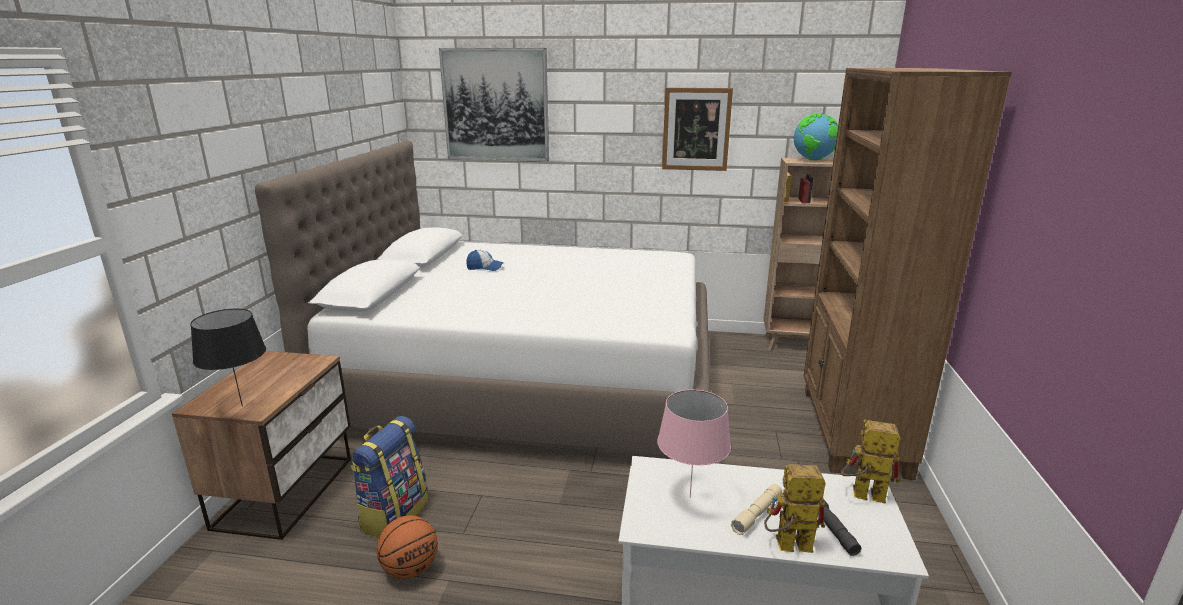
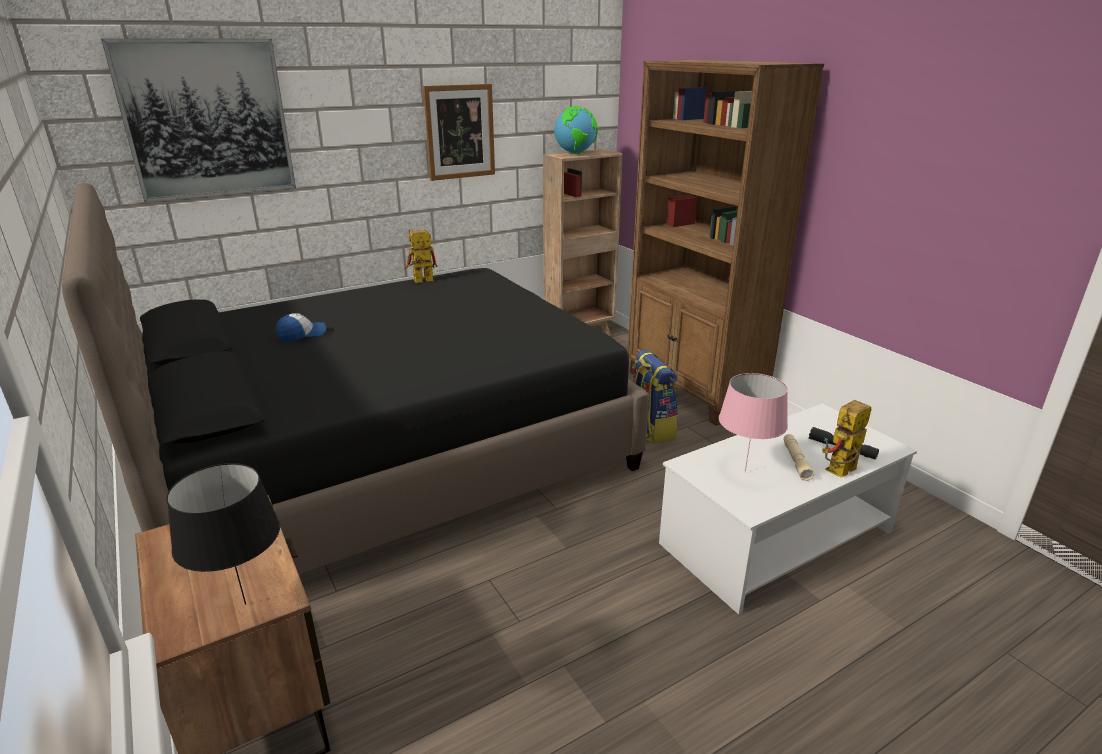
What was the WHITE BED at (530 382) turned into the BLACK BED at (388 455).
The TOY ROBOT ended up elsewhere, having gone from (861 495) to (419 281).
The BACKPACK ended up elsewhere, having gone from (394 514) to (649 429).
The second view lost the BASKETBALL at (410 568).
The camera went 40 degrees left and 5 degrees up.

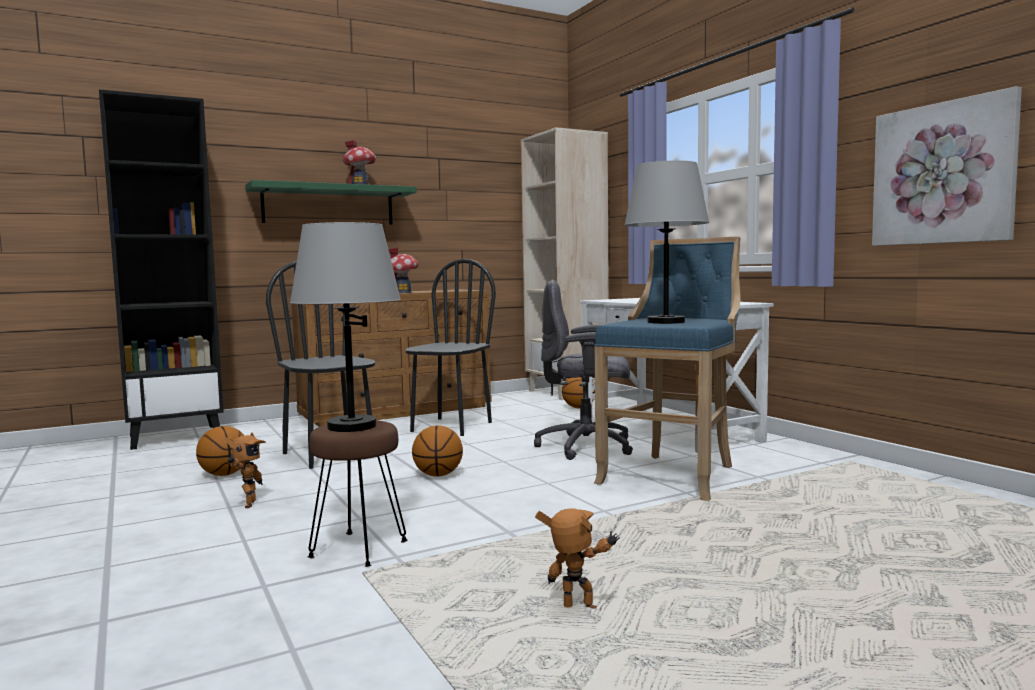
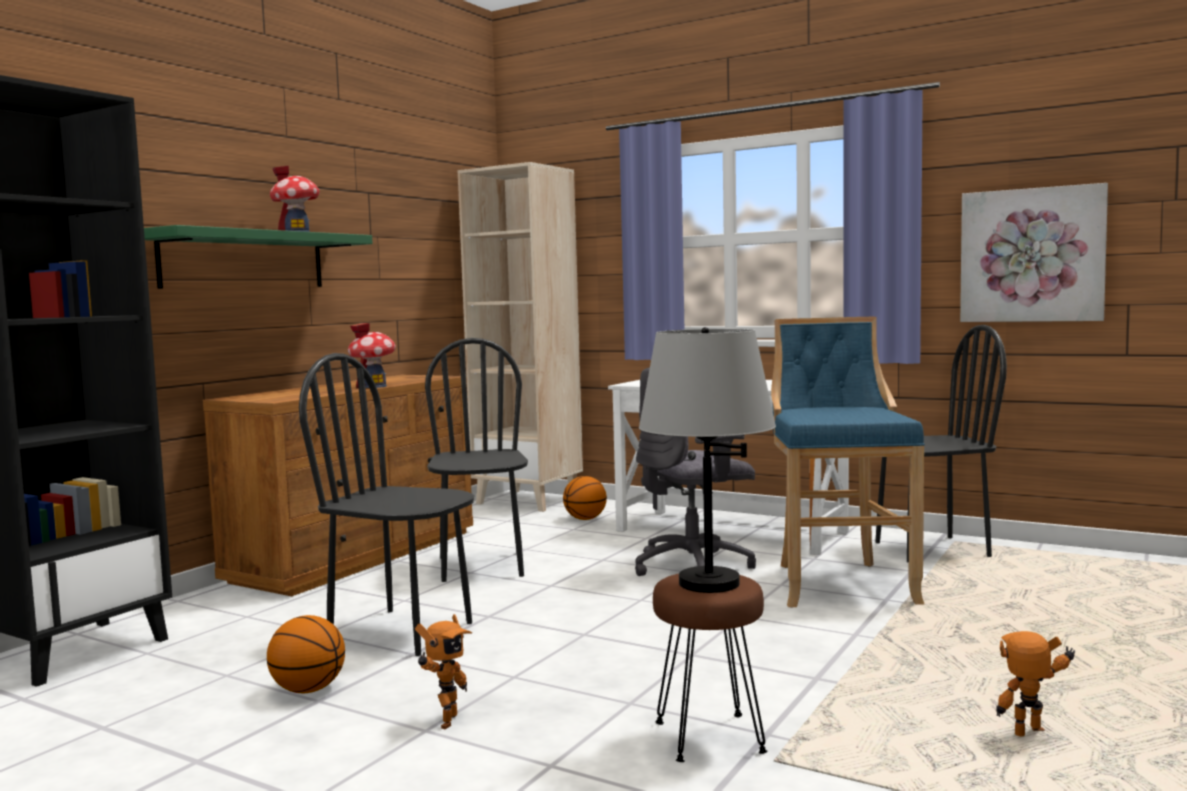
The TOY ROBOT at (246 504) ended up facing another way, 45 degrees clockwise from before.
The second view gained the BLACK CHAIR at (931 549).
The second view lost the BASKETBALL at (438 475).
The second view lost the GREY TABLE LAMP at (665 322).
The camera went 30 degrees left and 0 degrees up.

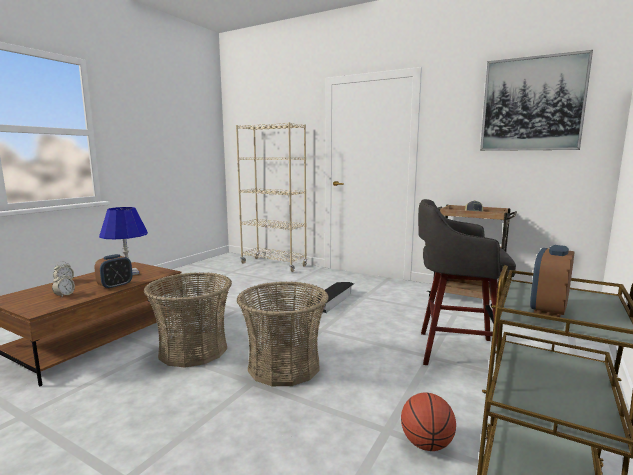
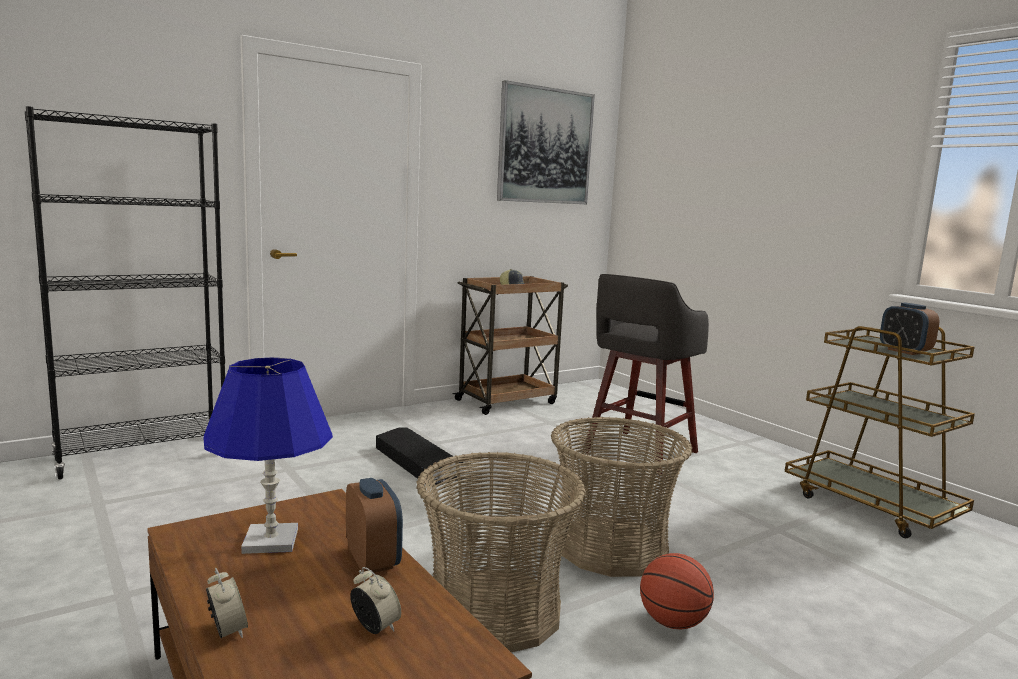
What was the BEIGE BOOKCASE at (273 265) turned into the BLACK BOOKCASE at (143 456).
The BASKETBALL ended up elsewhere, having gone from (426 444) to (672 623).
The camera went 65 degrees left and 0 degrees up.

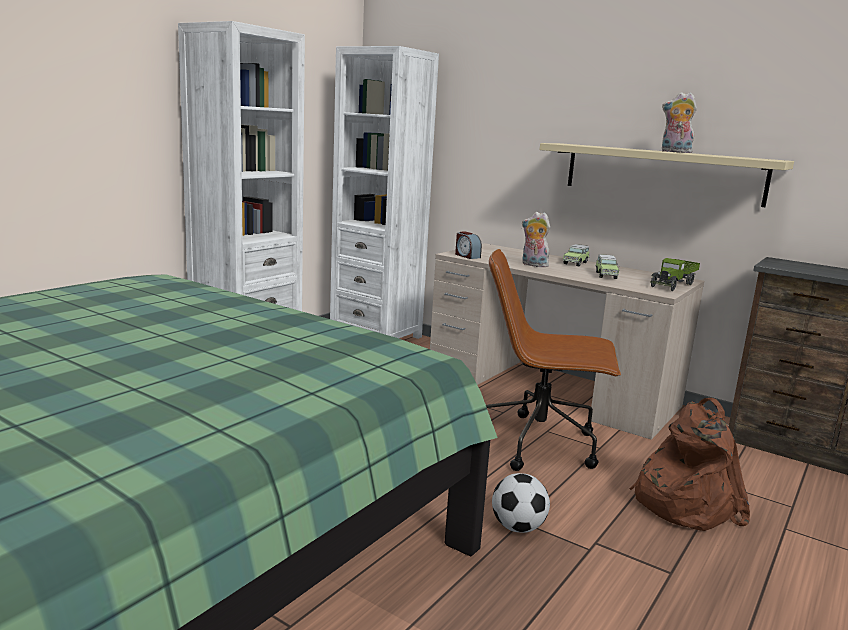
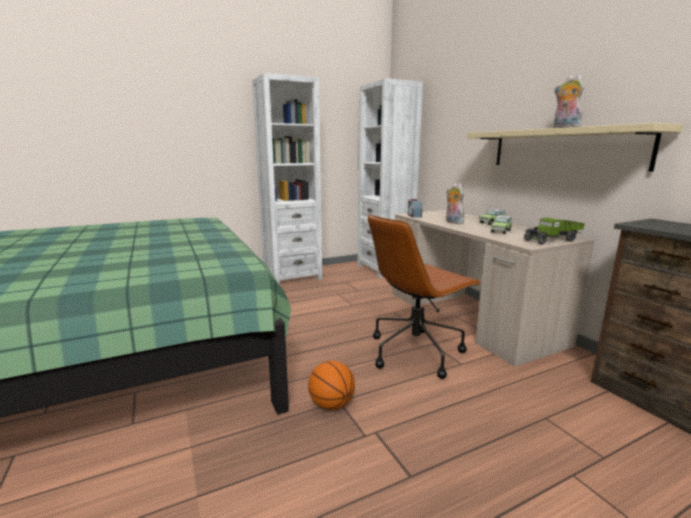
Where the FOOTBALL stood at (518 527), the BASKETBALL came to stand at (331 404).
The BROWN OFFICE CHAIR at (539 443) ended up facing another way, 75 degrees counterclockwise from before.
The second view lost the BROWN BACKPACK at (682 502).
The camera went 30 degrees right and 0 degrees up.

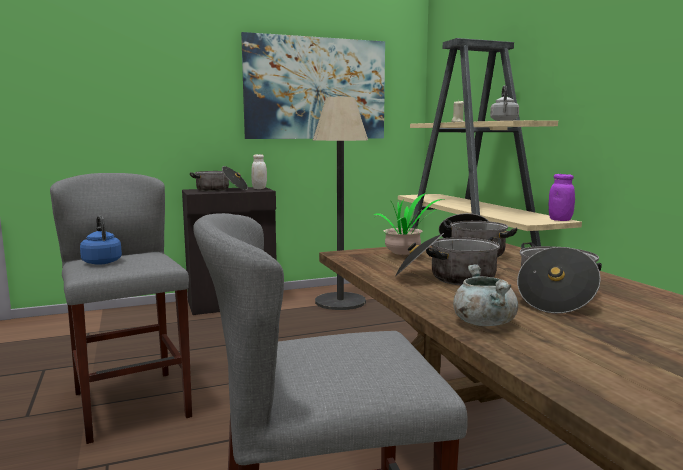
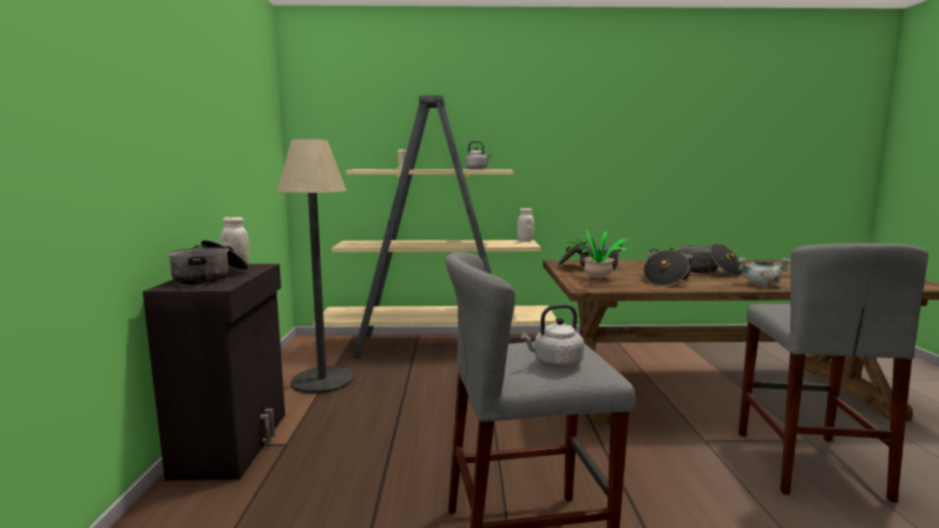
What was the PURPLE JAR at (560 220) turned into the WHITE JAR at (525 241).
What was the BLUE KETTLE at (101 262) turned into the GREY KETTLE at (555 363).
The second view lost the PICTURE at (316 89).
The camera went 70 degrees left and 0 degrees up.

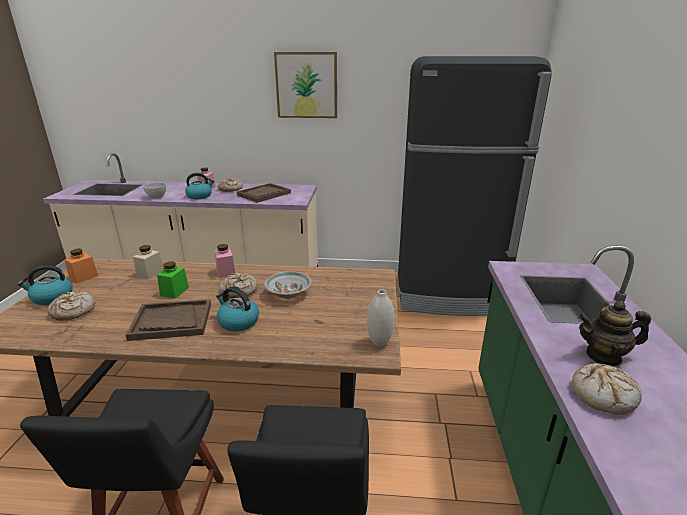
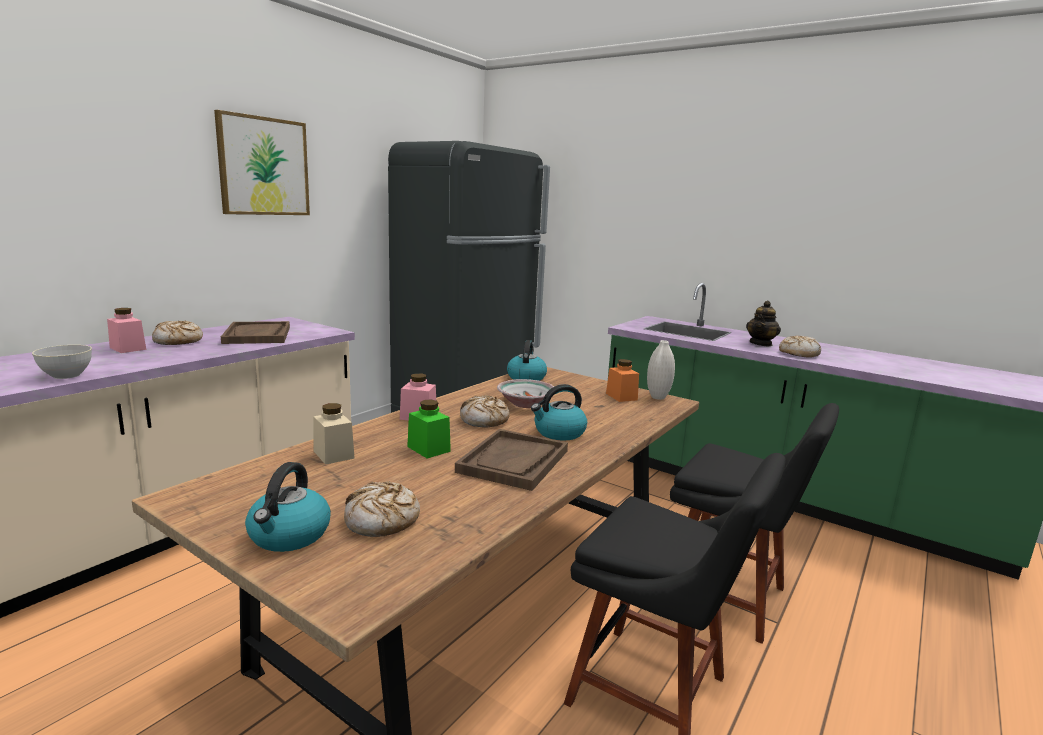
The KETTLE ended up elsewhere, having gone from (200 196) to (526 377).
The ORANGE JAR ended up elsewhere, having gone from (84 277) to (621 396).
The camera went 60 degrees left and 10 degrees down.

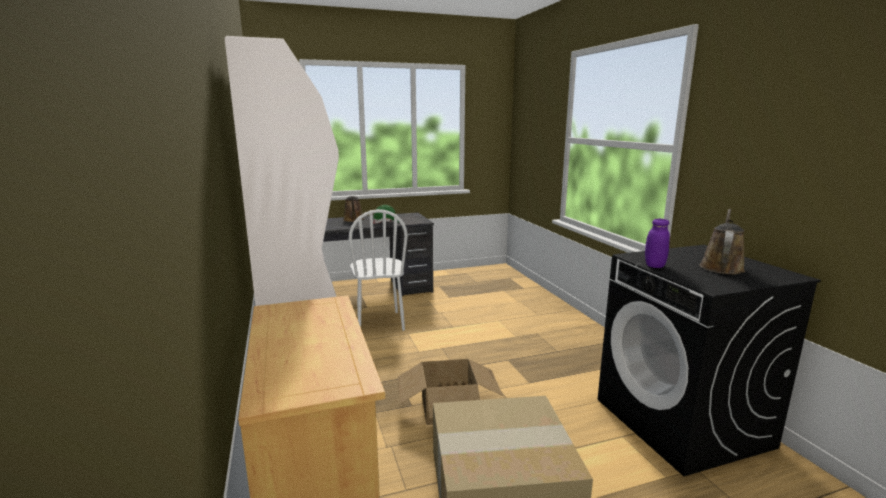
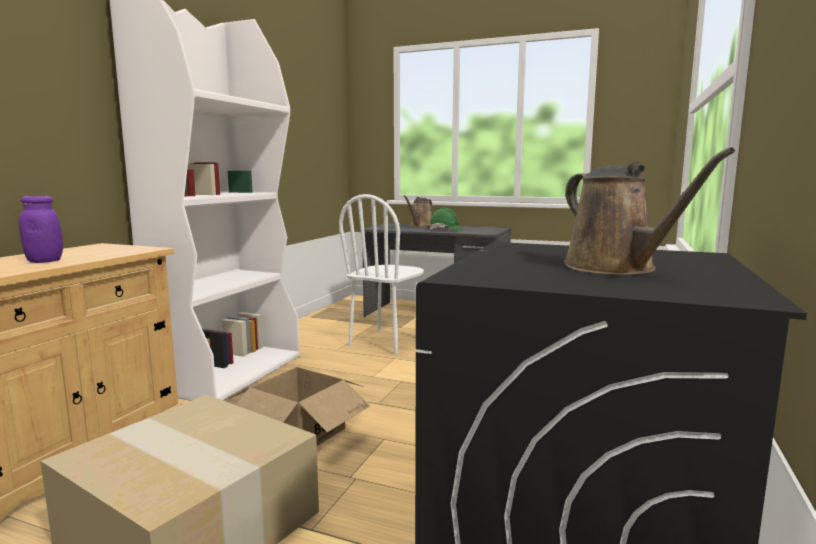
The PURPLE JAR ended up elsewhere, having gone from (654 265) to (44 261).
The BROWN WATERING CAN at (721 267) ended up facing another way, 90 degrees clockwise from before.
The camera went 40 degrees right and 5 degrees down.

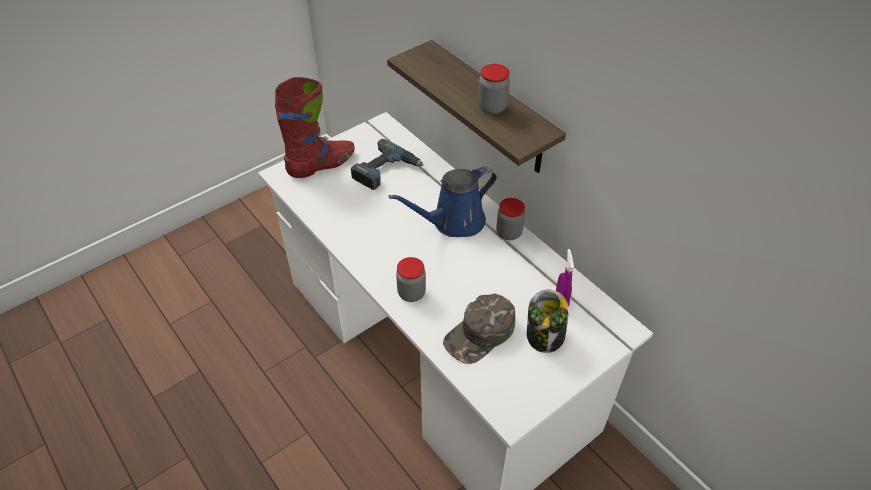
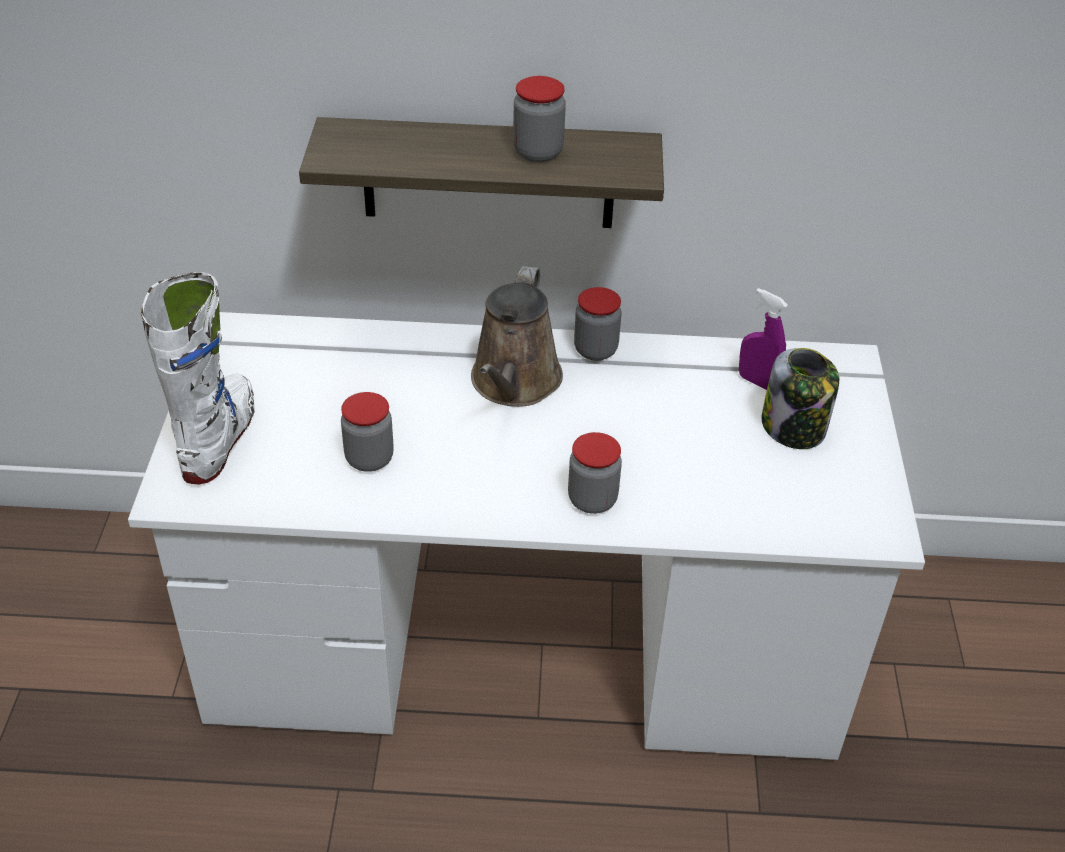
What was the RED BOOT at (321 164) turned into the WHITE BOOT at (219 439).
The second view gained the JAR at (369 459).
What was the BLUE WATERING CAN at (453 222) turned into the BROWN WATERING CAN at (514 383).
The second view lost the POWER DRILL at (386 171).
The second view lost the GREEN CAP at (480 334).
The camera went 50 degrees left and 5 degrees down.

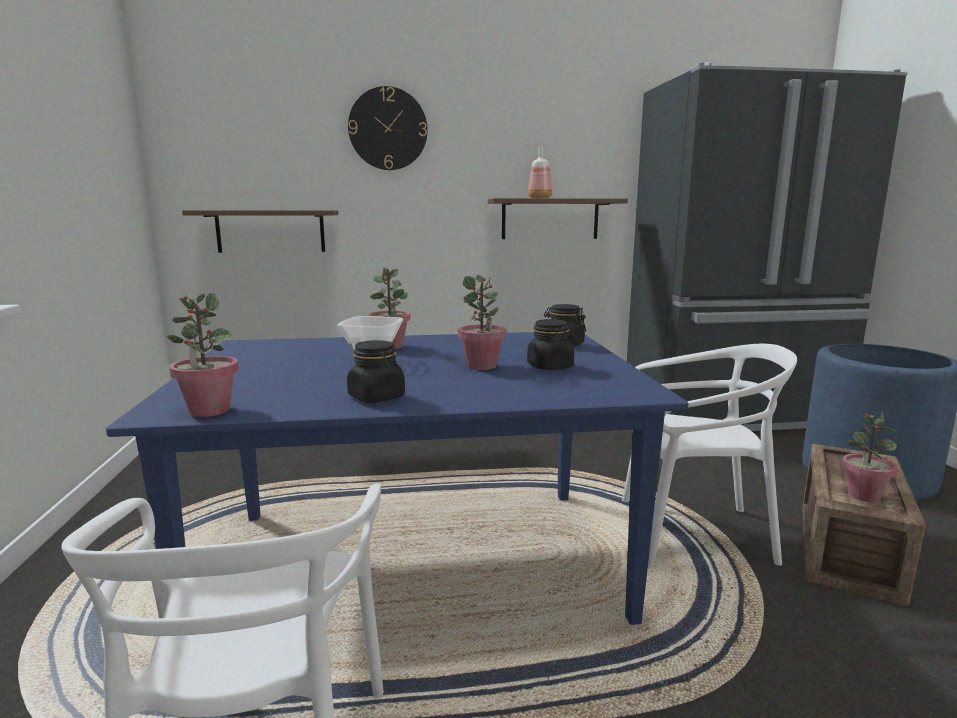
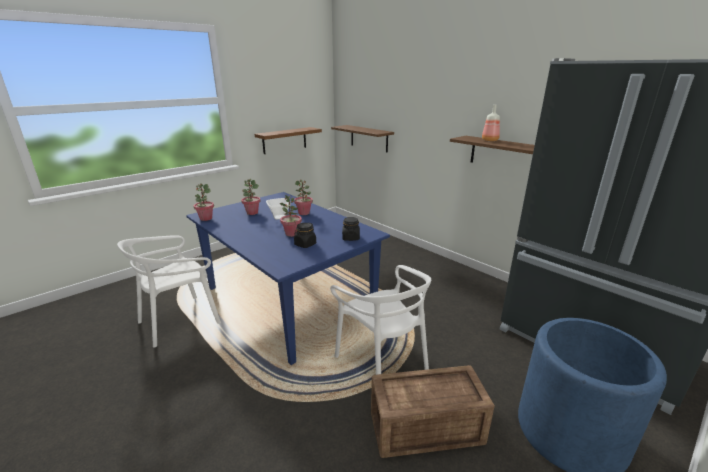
The POTTED PLANT ended up elsewhere, having gone from (863 496) to (252 213).
The second view gained the BROWN SHELF at (284 140).
The second view lost the BLACK JAR at (377 397).
The second view lost the WALL CLOCK at (388 129).
The camera went 55 degrees right and 10 degrees up.

